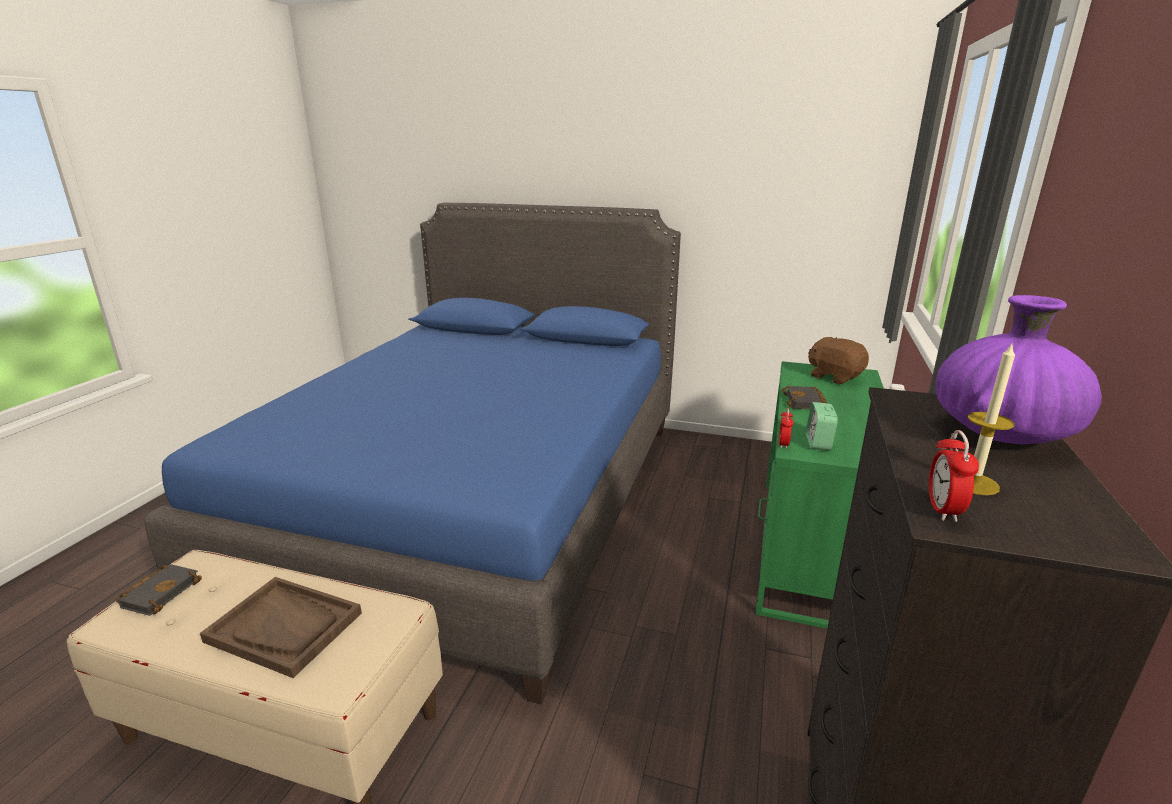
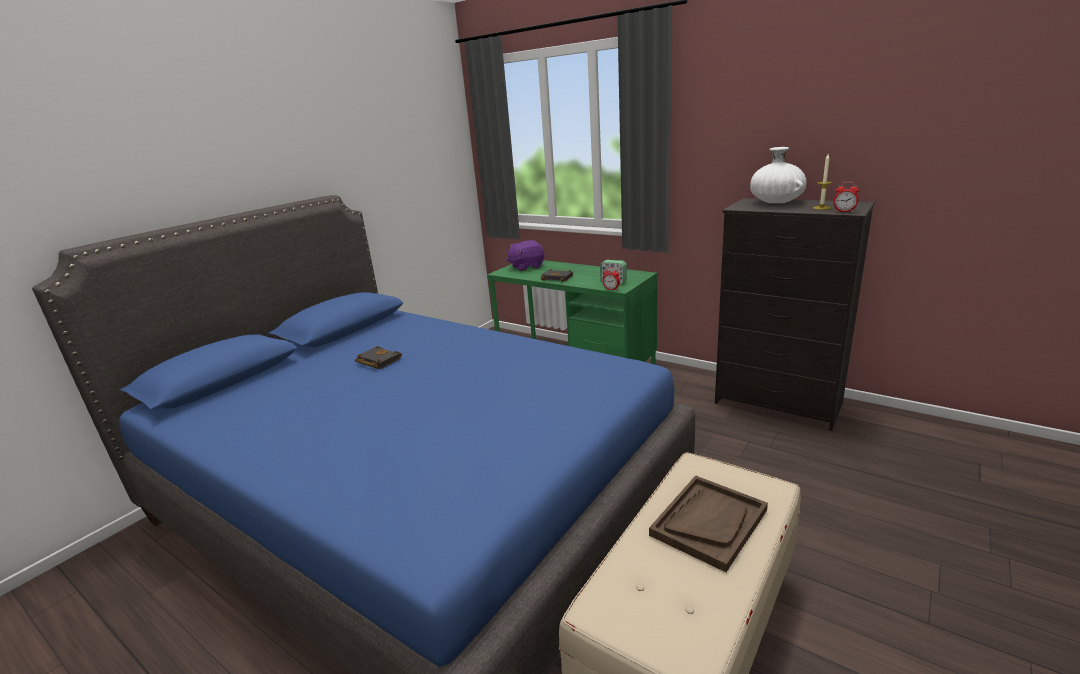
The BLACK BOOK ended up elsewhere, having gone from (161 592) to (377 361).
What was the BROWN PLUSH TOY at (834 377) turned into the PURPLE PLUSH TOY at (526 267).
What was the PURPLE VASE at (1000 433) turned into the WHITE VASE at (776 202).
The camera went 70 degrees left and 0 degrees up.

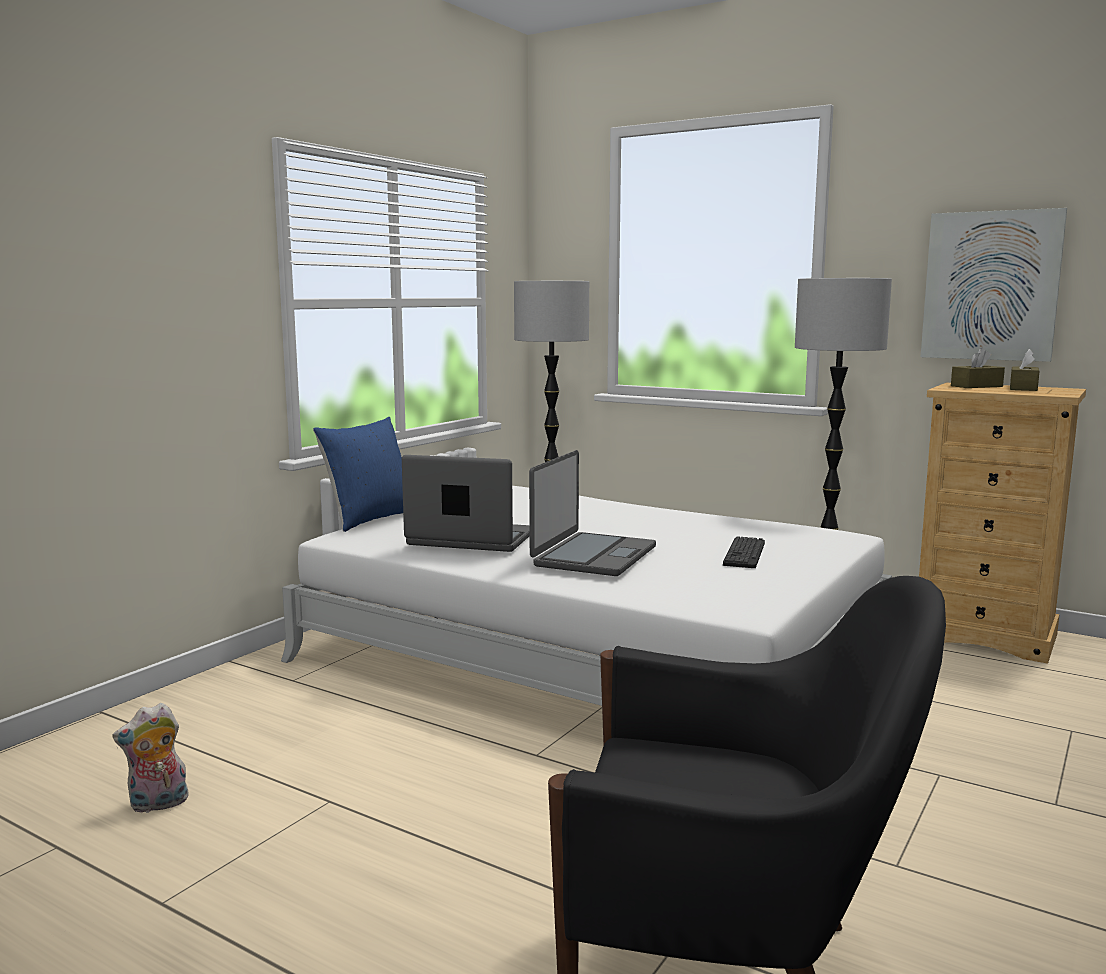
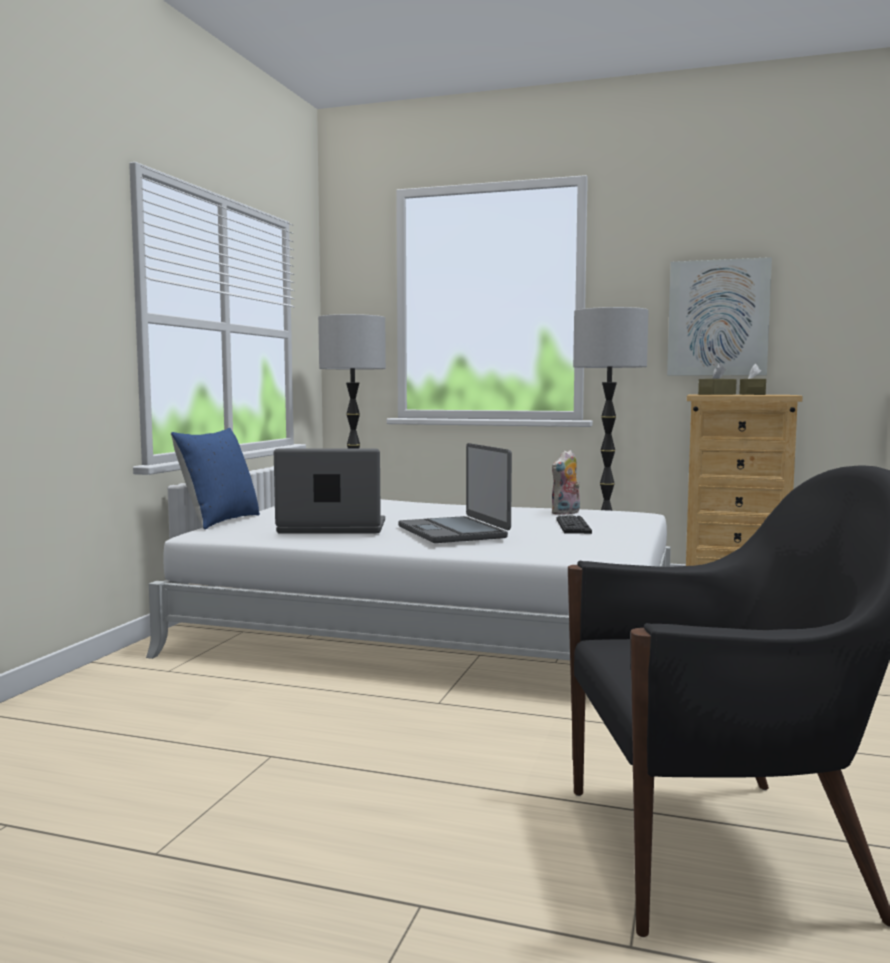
The LAPTOP at (593 556) ended up facing another way, 150 degrees clockwise from before.
The PLUSH TOY ended up elsewhere, having gone from (158 805) to (566 513).
The camera went 15 degrees left and 5 degrees down.

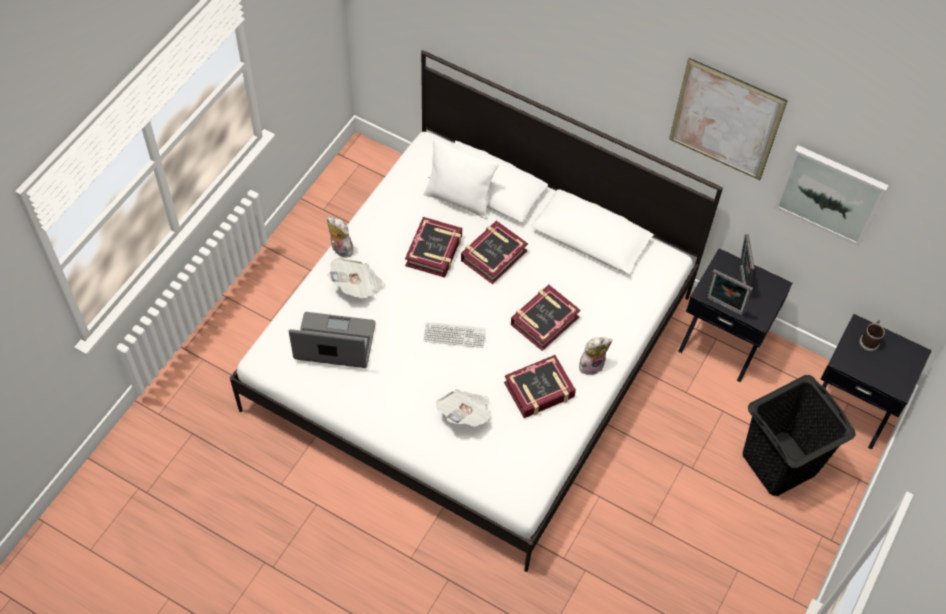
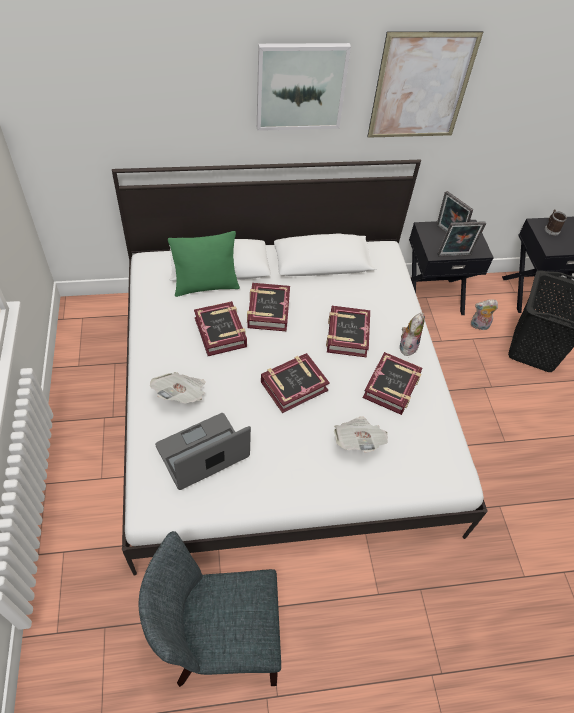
The second view gained the GREY CHAIR at (218 641).
What was the WHITE PILLOW at (459 200) turned into the GREEN PILLOW at (206 286).
The PICTURE ended up elsewhere, having gone from (830 194) to (300 86).
Where the KEYBOARD stood at (454 335), the BOOK came to stand at (293 386).
The PLUSH TOY ended up elsewhere, having gone from (340 249) to (479 326).
The camera went 40 degrees left and 5 degrees down.

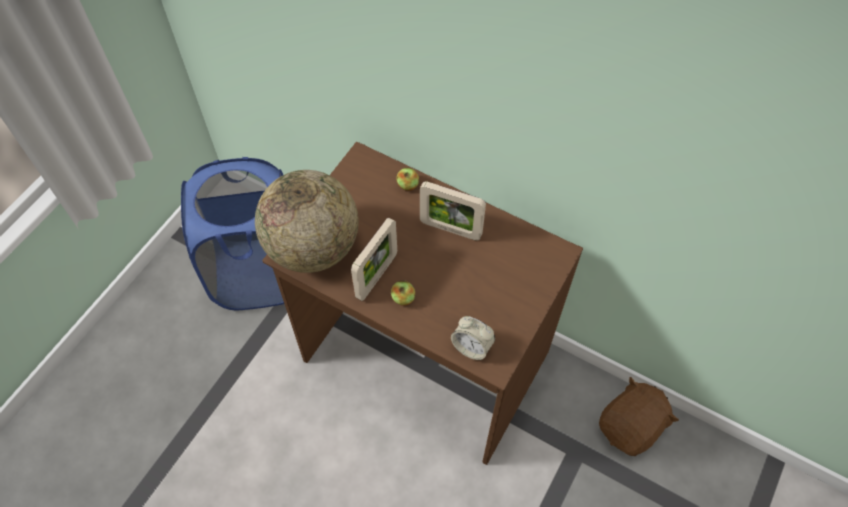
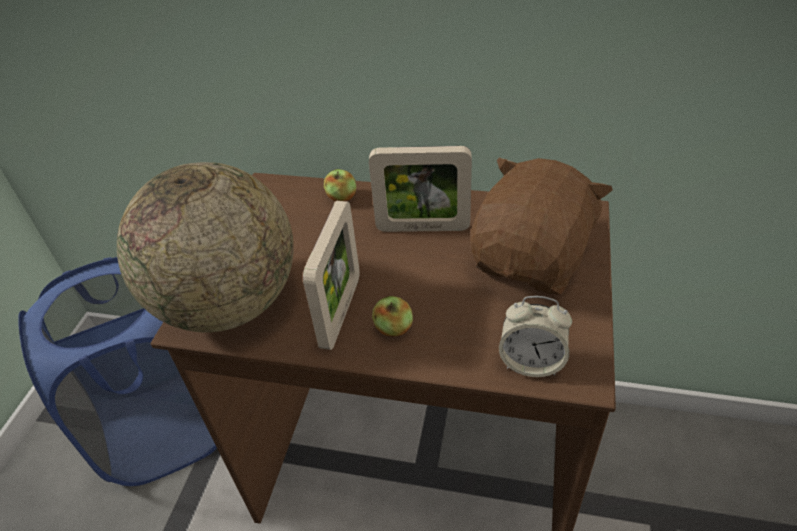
The BROWN PLUSH TOY ended up elsewhere, having gone from (631 427) to (532 260).
The camera went 15 degrees left and 15 degrees down.

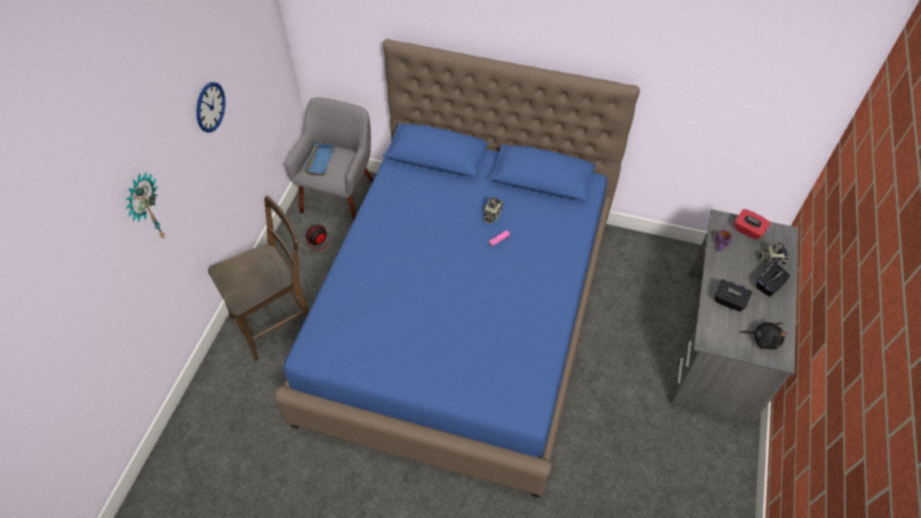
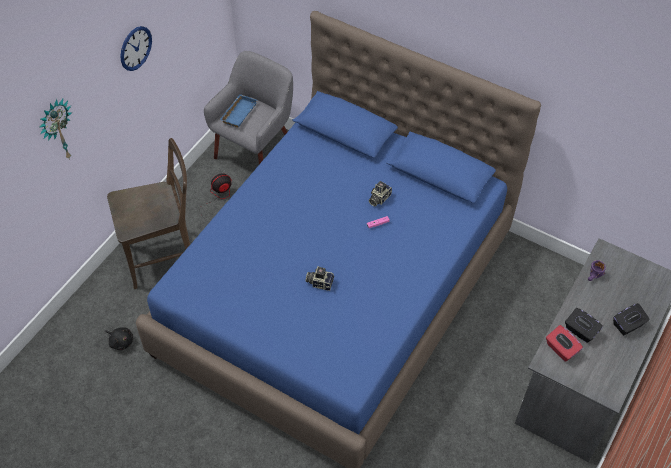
The BLACK PLUSH TOY ended up elsewhere, having gone from (763 339) to (121 341).
The PHOTO CAMERA ended up elsewhere, having gone from (771 259) to (320 282).
The RED TISSUE BOX ended up elsewhere, having gone from (748 231) to (561 349).
The camera went 15 degrees right and 0 degrees up.

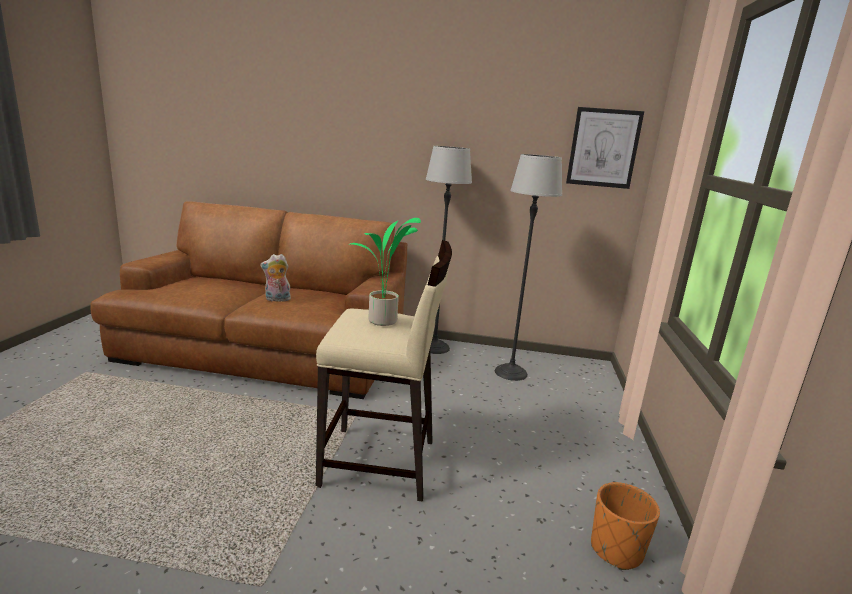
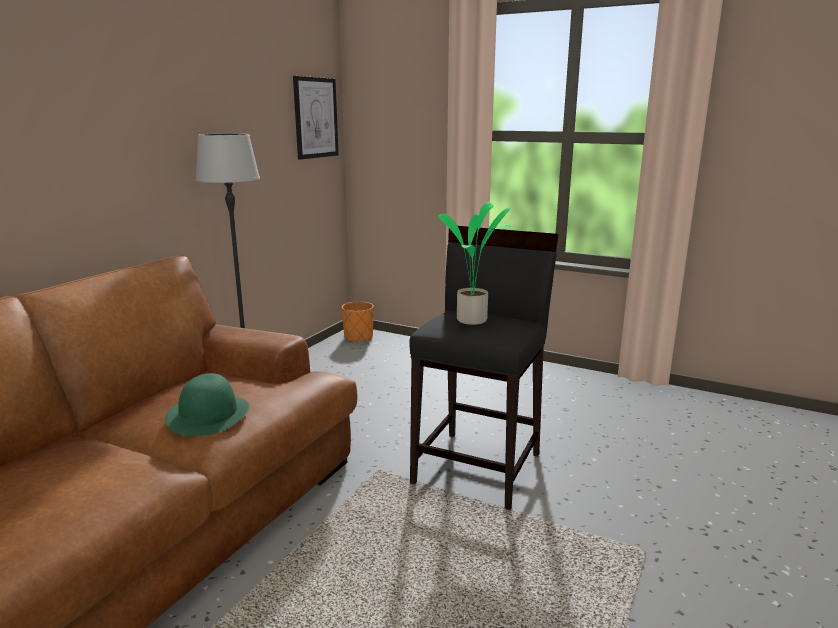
Where the PLUSH TOY stood at (277 300), the GREEN HAT came to stand at (208 414).
The ORANGE PLANTER ended up elsewhere, having gone from (616 550) to (358 337).
What was the BEIGE STOOL at (380 463) turned into the BLACK STOOL at (479 468).
The second view lost the FLOOR LAMP at (511 372).
The camera went 70 degrees left and 0 degrees up.

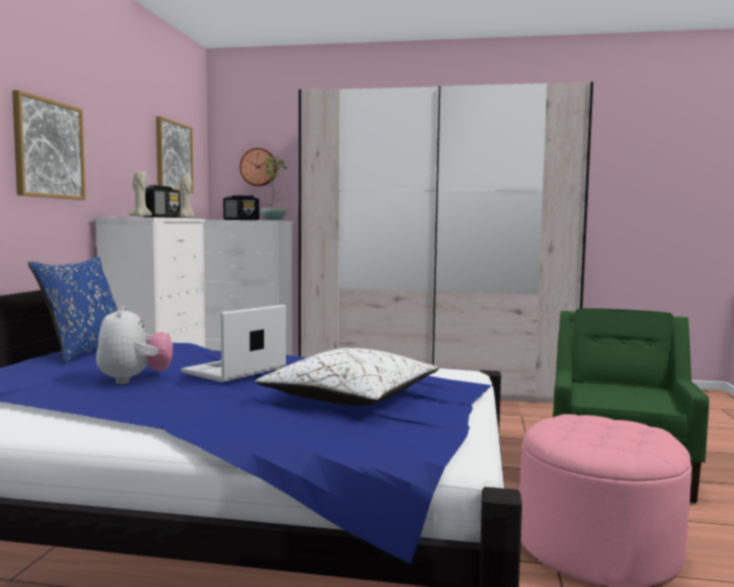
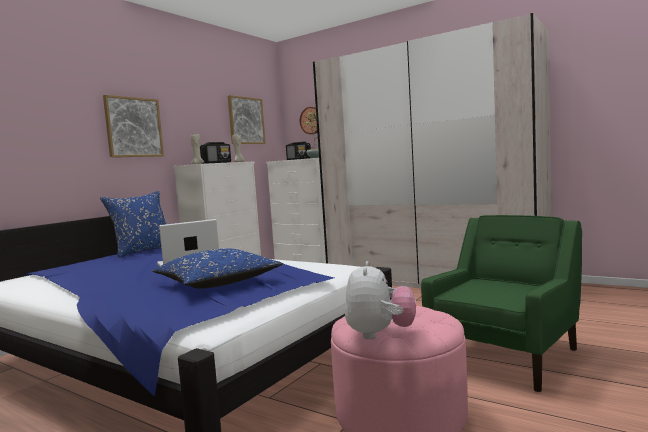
What was the WHITE PILLOW at (350 398) turned into the BLUE PILLOW at (217 283).
The PLUSH TOY ended up elsewhere, having gone from (134 380) to (380 334).
The camera went 25 degrees right and 0 degrees up.

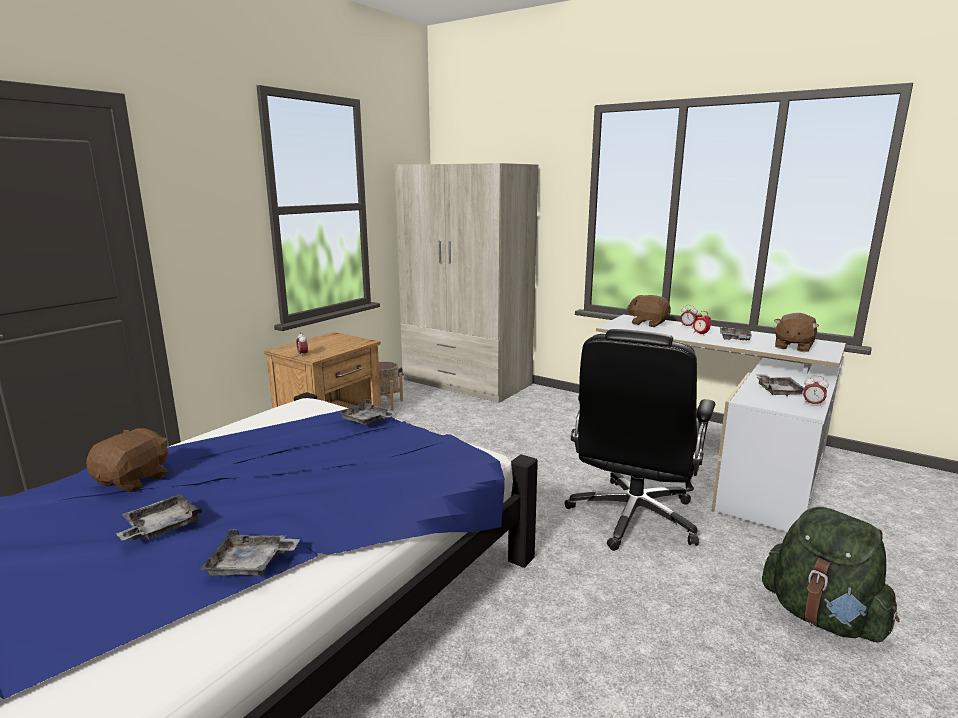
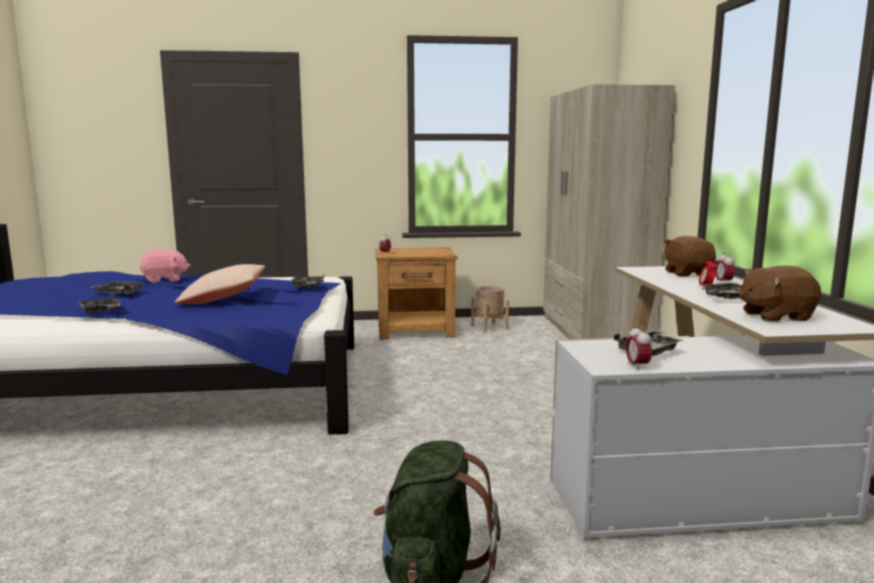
What was the BROWN PLUSH TOY at (135 480) turned into the PINK PLUSH TOY at (165 280).
The second view gained the BEIGE PILLOW at (223 298).
The second view lost the BLACK OFFICE CHAIR at (633 518).
The camera went 50 degrees right and 5 degrees down.

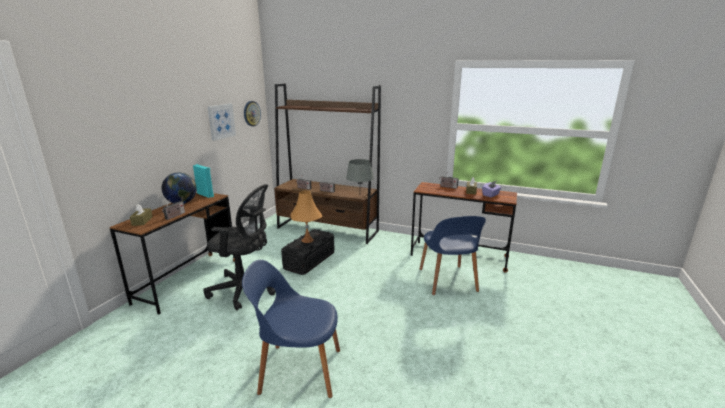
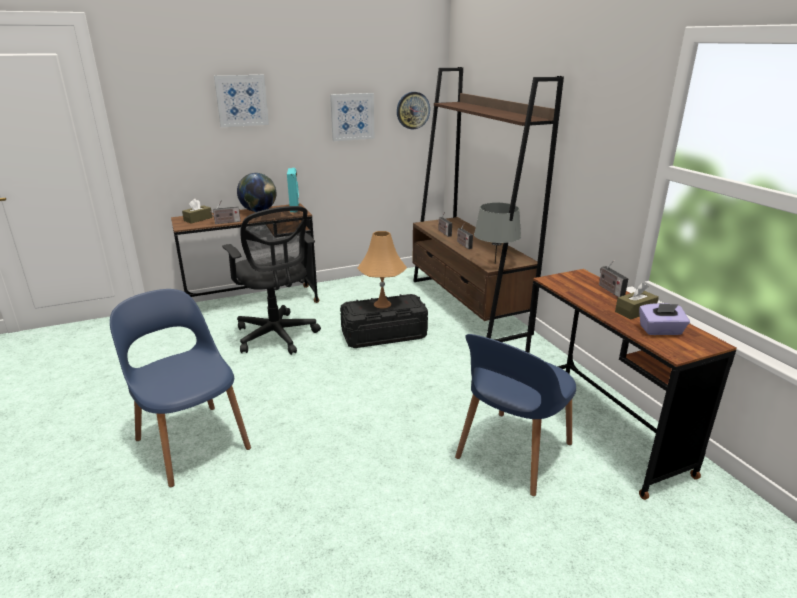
The second view gained the PICTURE at (241 100).
The camera went 45 degrees right and 5 degrees up.

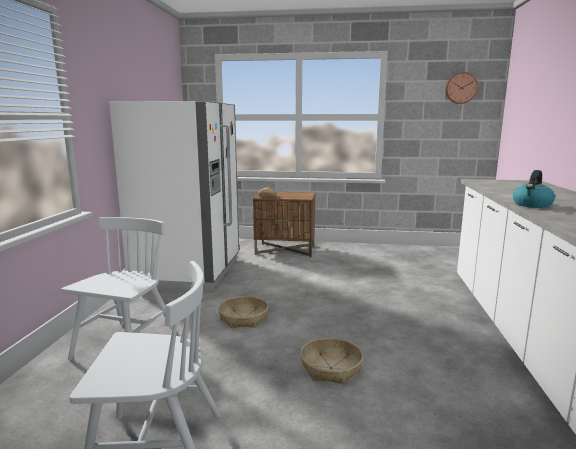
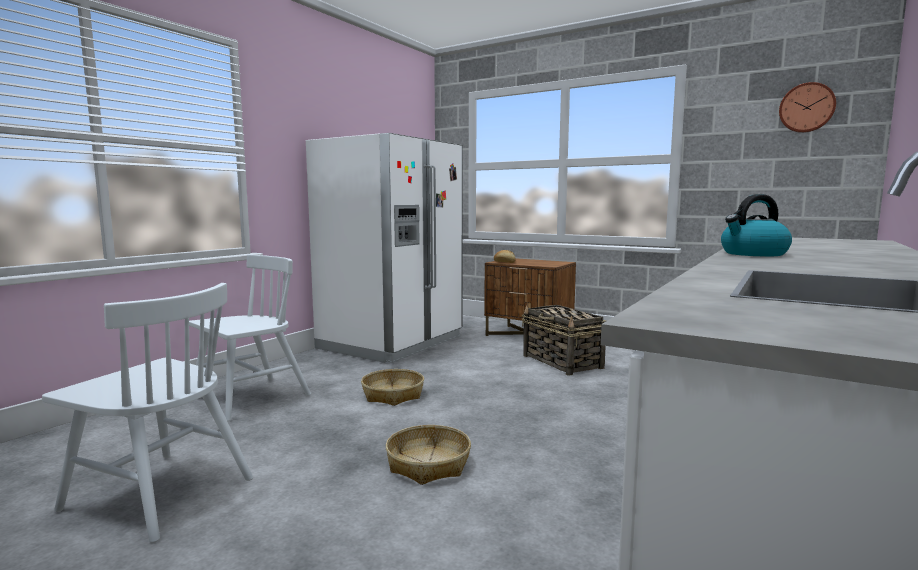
The second view gained the BASKET at (562 362).
The camera went 25 degrees right and 5 degrees down.

